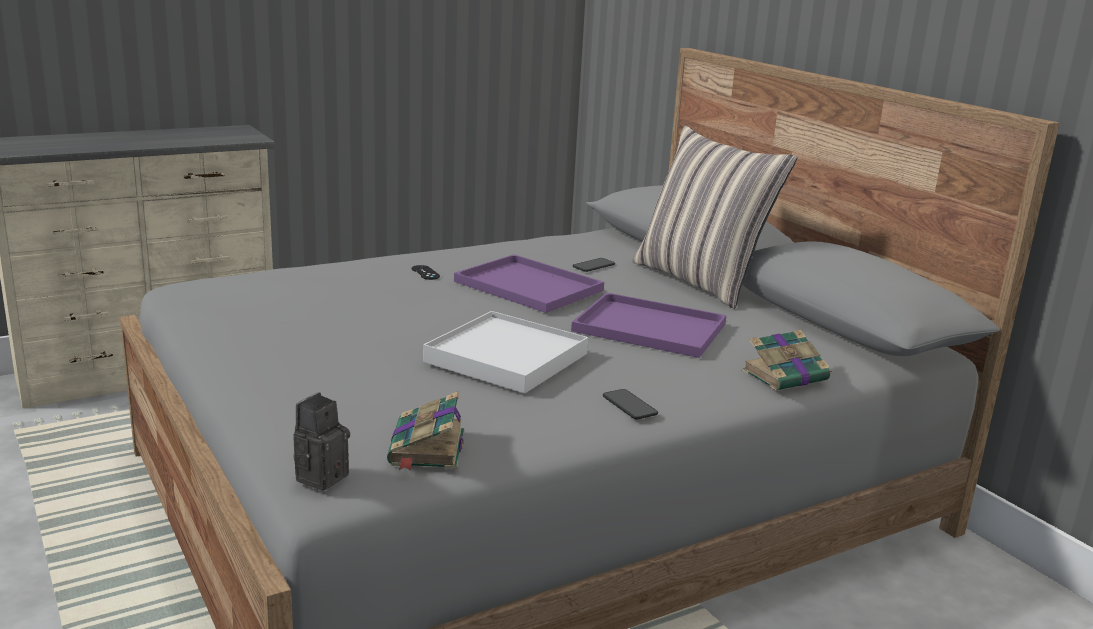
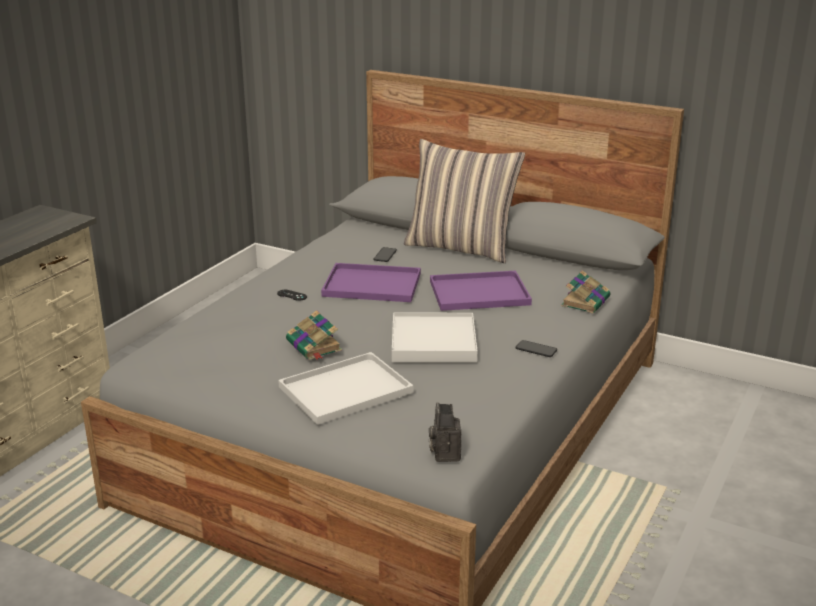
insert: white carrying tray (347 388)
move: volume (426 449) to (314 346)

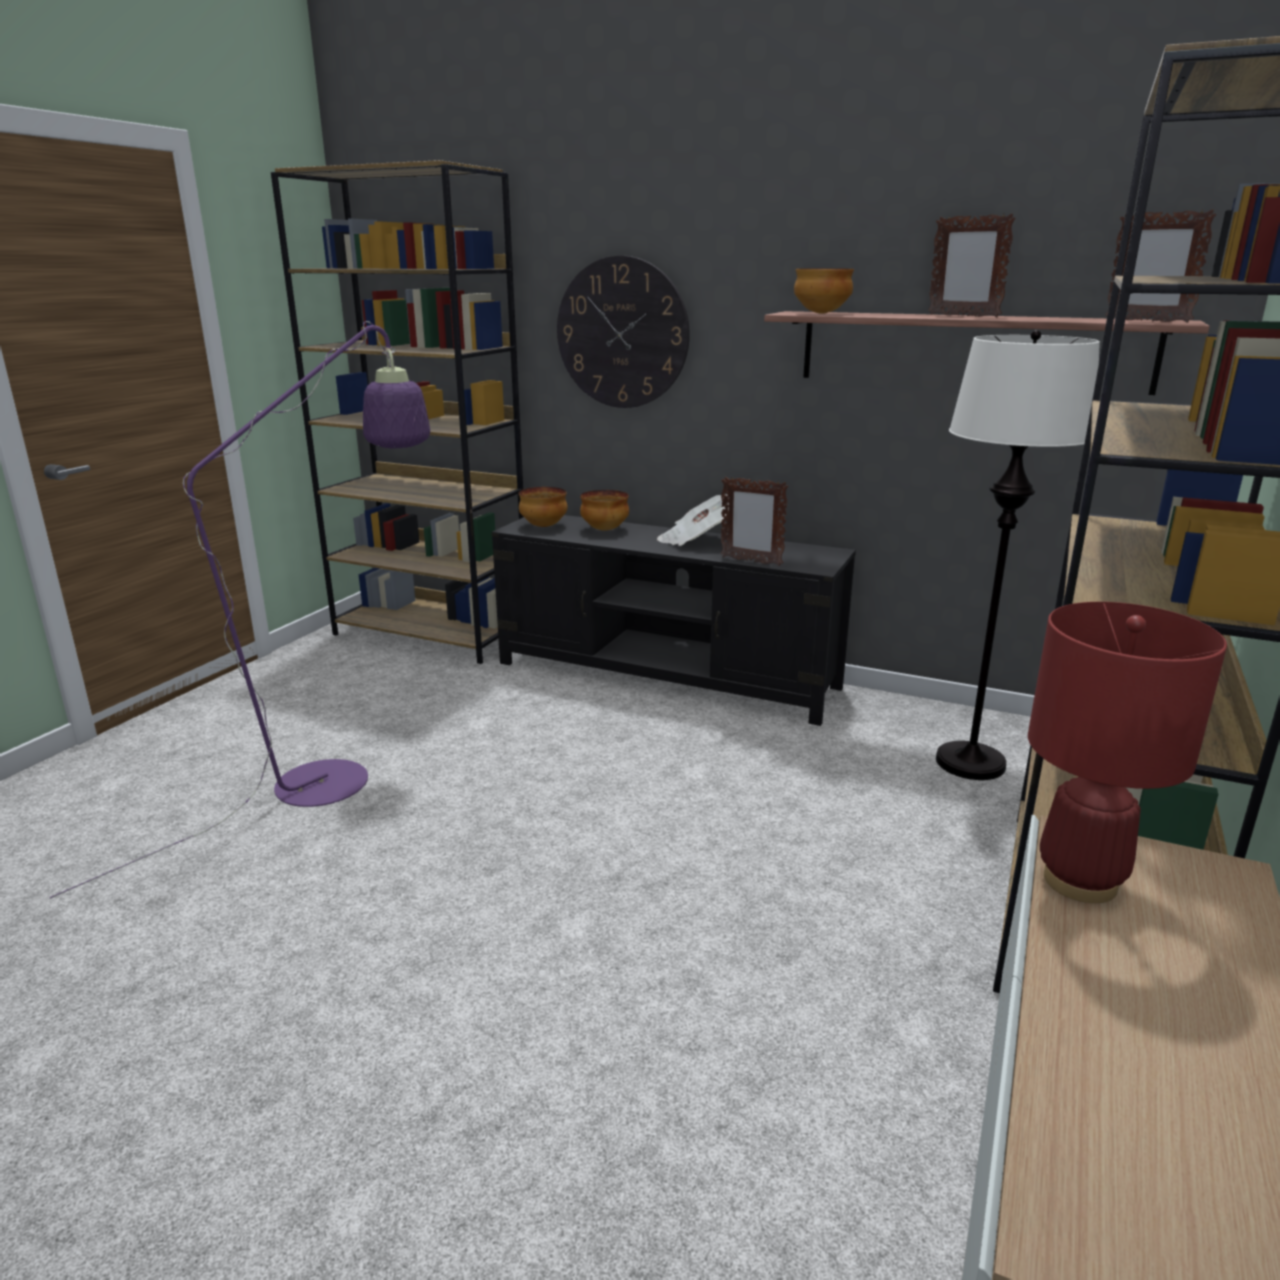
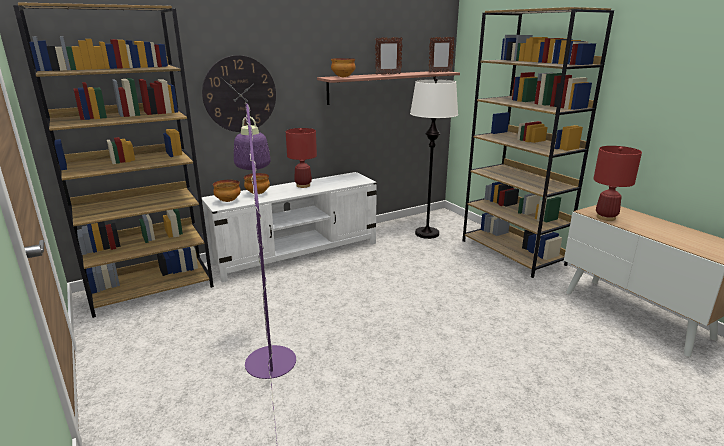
delete: standing frame (750 561)
replace: newspaper (697 540) to reddish lamp for a table (303 185)
recolor: black-coloured tv stand (667 676) to white tv stand (297 253)

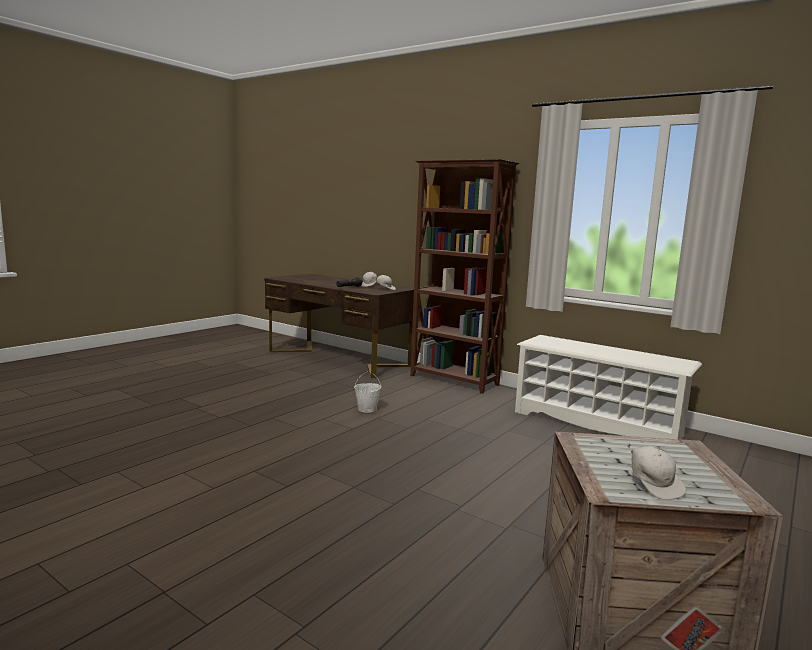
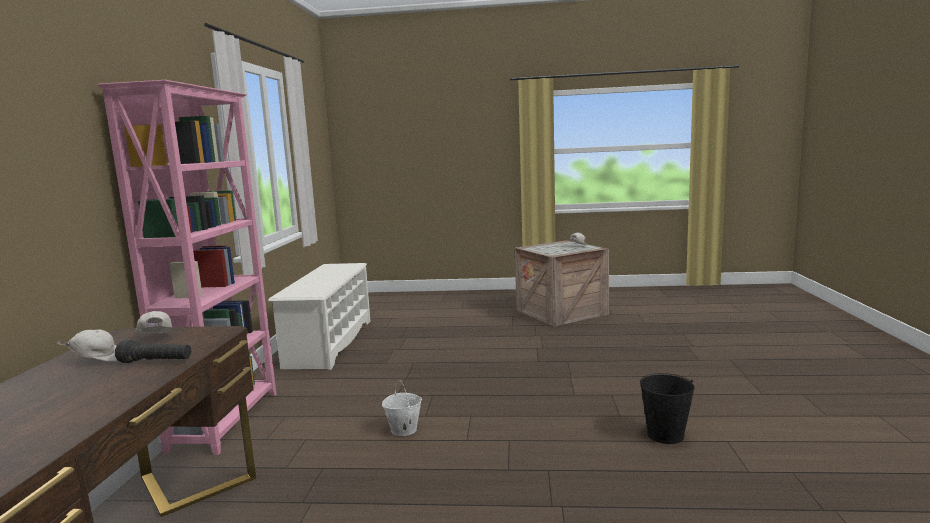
insert: black-coloured pail (665 435)
recolor: brown-coloured bookcase (454 381) to pink-coloured bookcase (227 421)

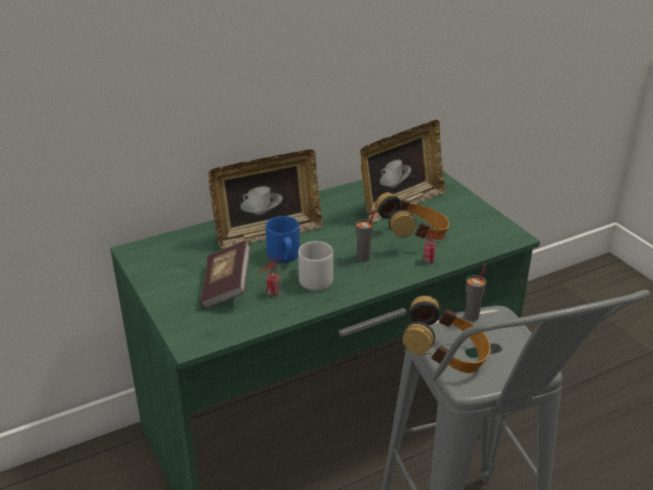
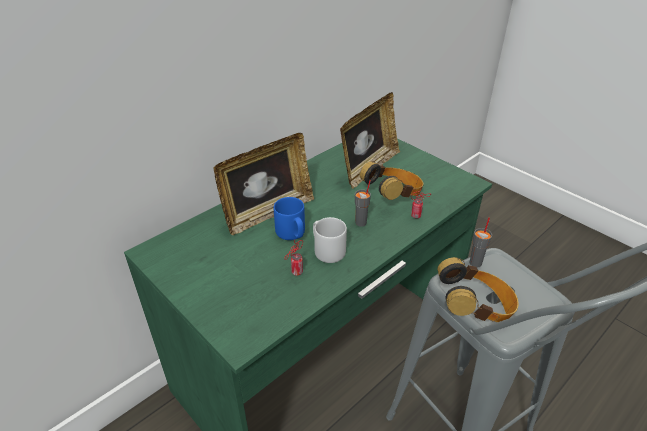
delete: volume (226 287)

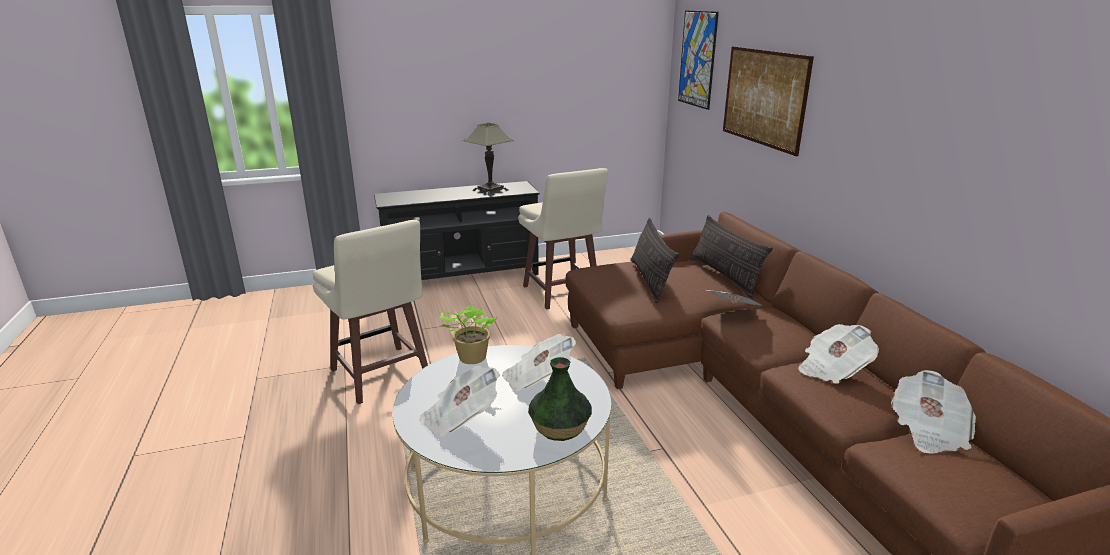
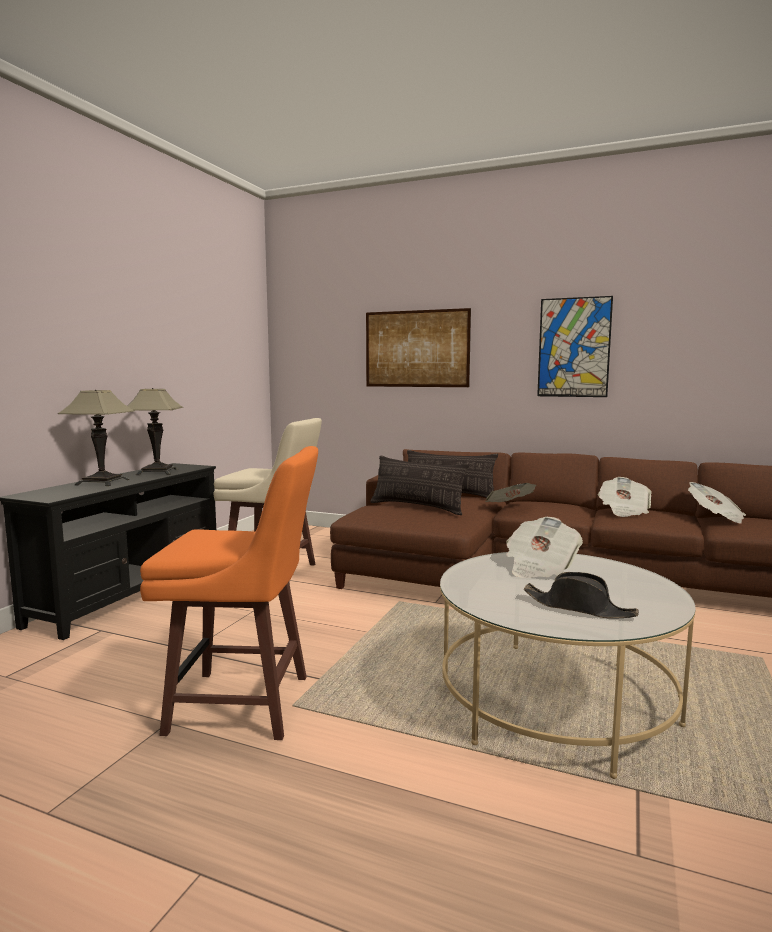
delete: houseplant (470 358); decorative vase (559 428)
insert: lamp for a table (102 482)
move: picture (697 59) to (574 347)
replace: newspaper (460 418) to black-coloured wearable hat (579 608)
recolor: sand-coloured stool seat (381 376) to orange-coloured stool seat (244 705)

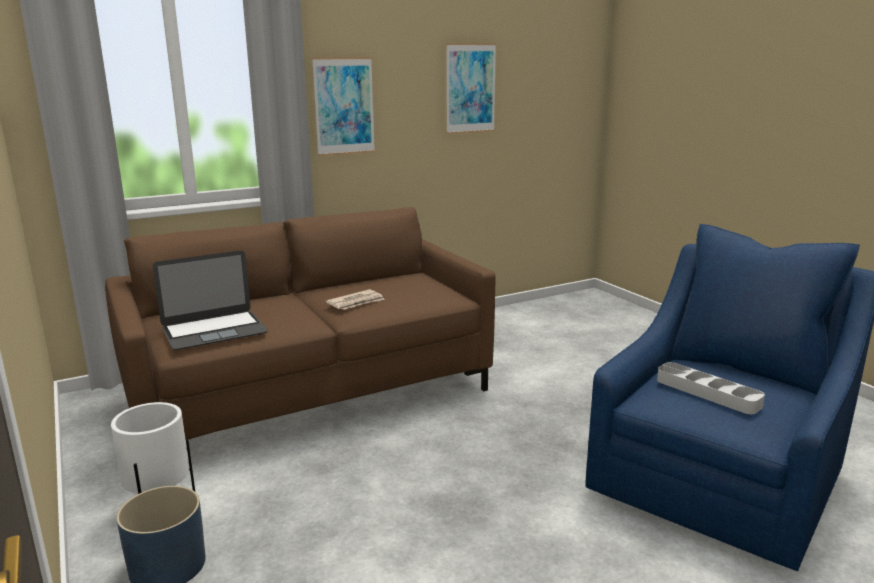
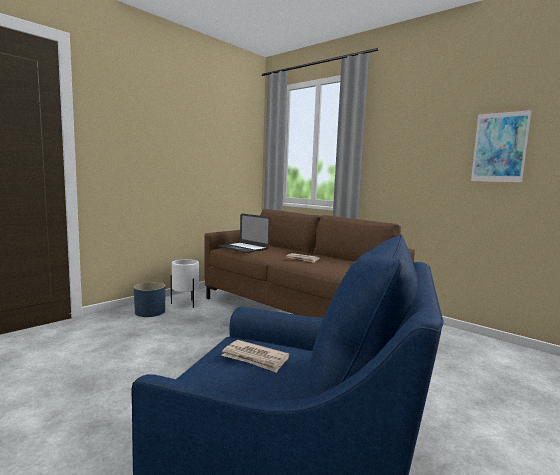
delete: picture (344 106)
replace: gray carrying tray (707 393) to newspaper (255 358)

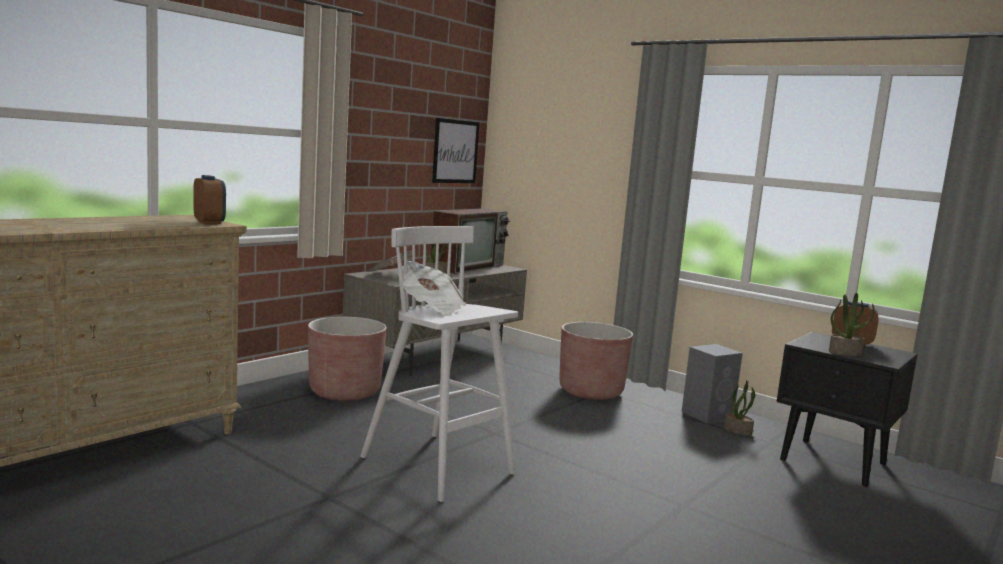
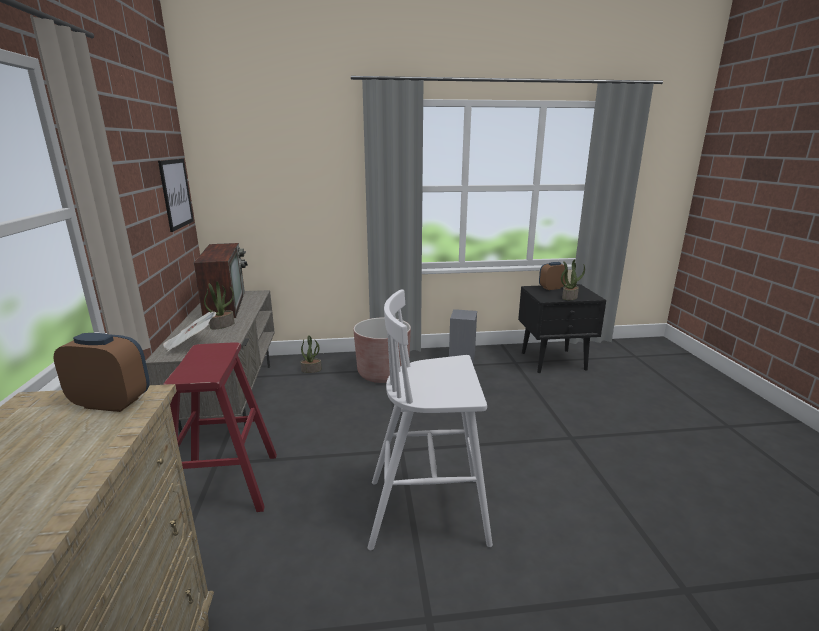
delete: newspaper (430 307)
move: houseplant (738 430) to (311 370)
replace: brown-coloured planter (345 392) to reddish stool seat (225 484)

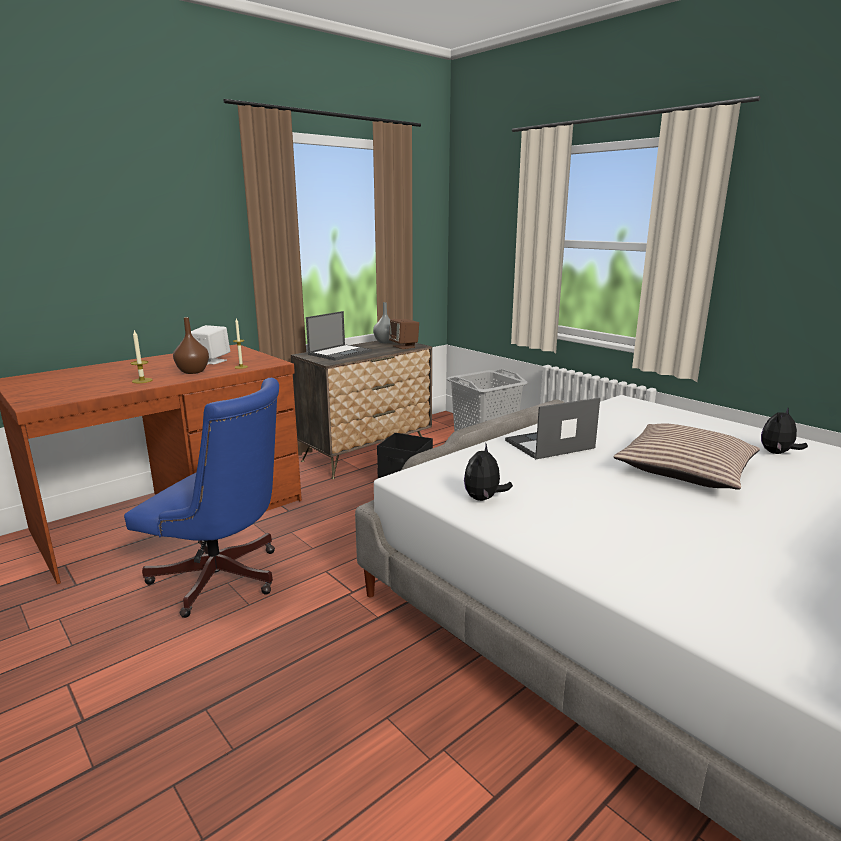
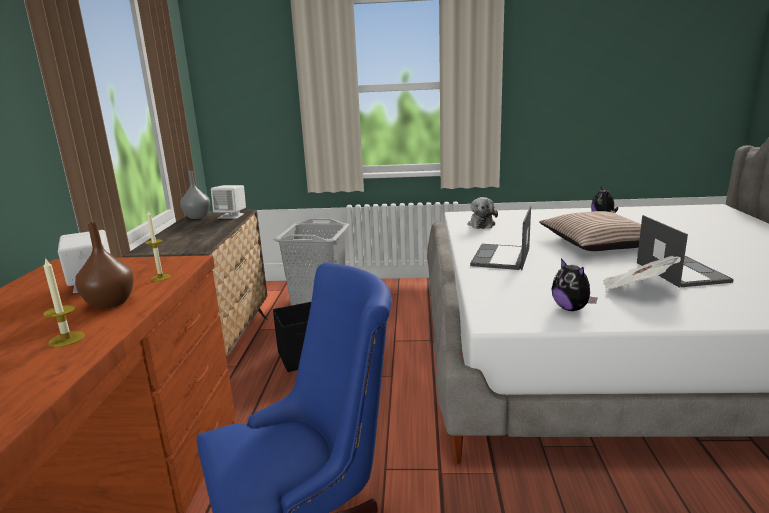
insert: soft toy (481 224); newspaper (635 290)
move: laptop (340 353) to (680 272)
recolor: brown-coloured audio speaker (404 346) to white audio speaker (231 216)

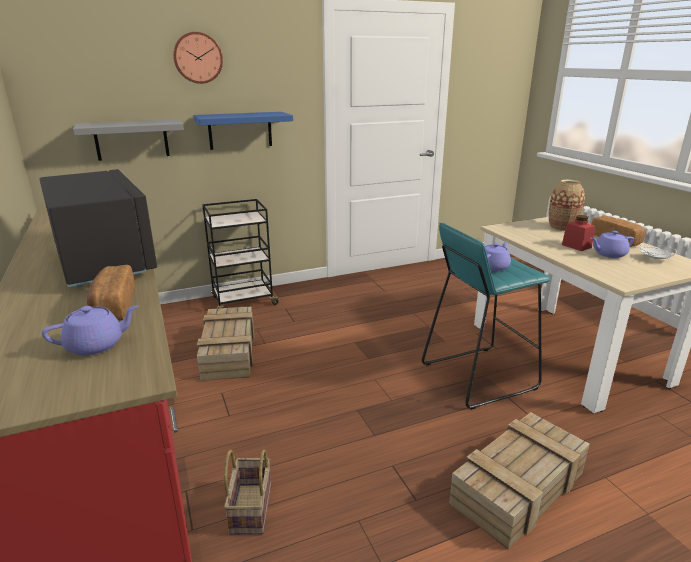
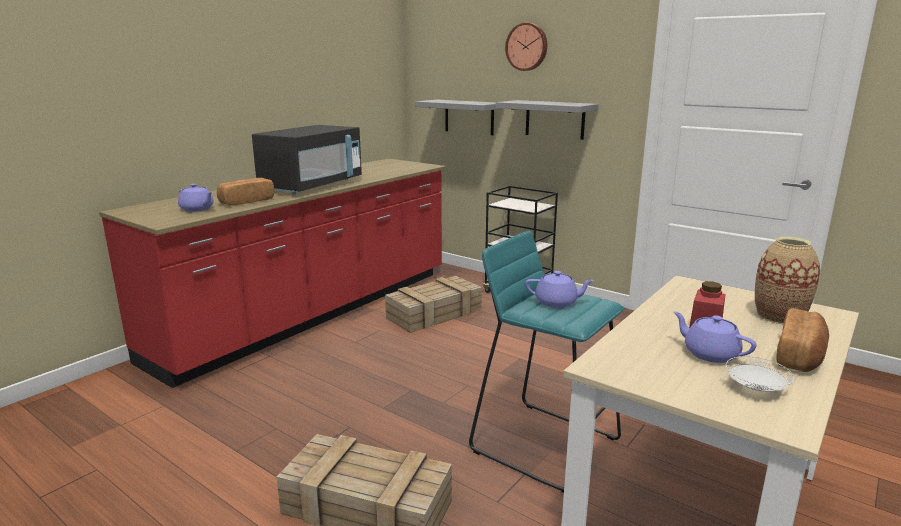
delete: household basket (250 507)
recolor: bluish wall shelf (240 130) to gray wall shelf (554 119)

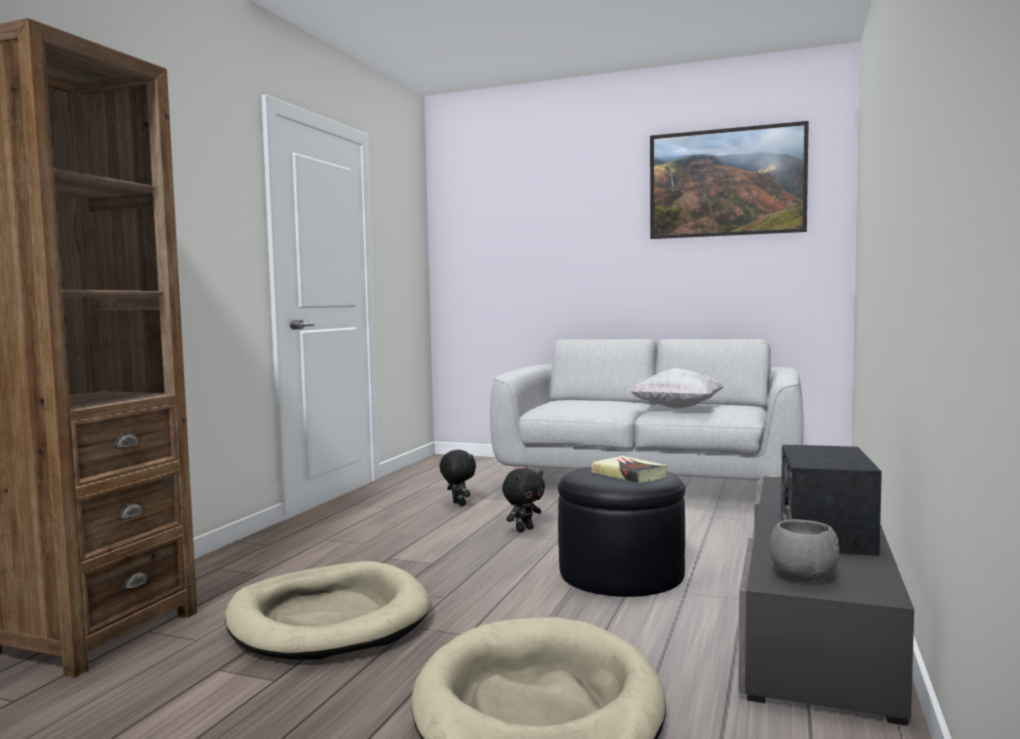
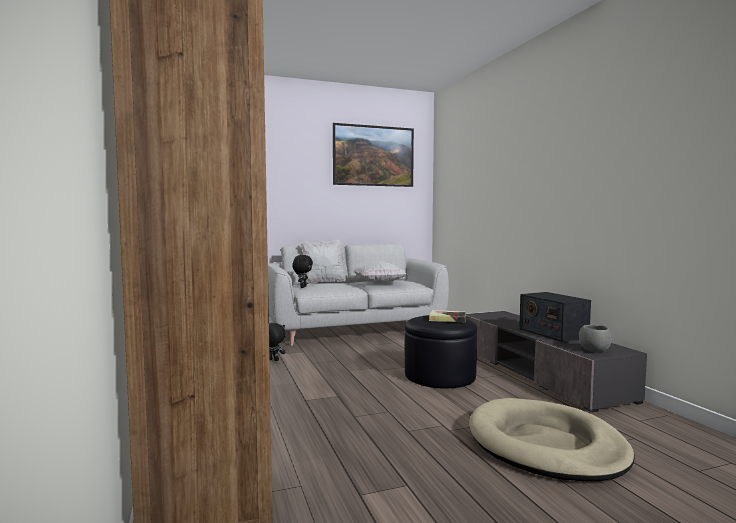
delete: sand-coloured pet bed (328 619)
insert: white pillow (324 282)
move: black-coloured soft toy (524 529) to (302 287)

